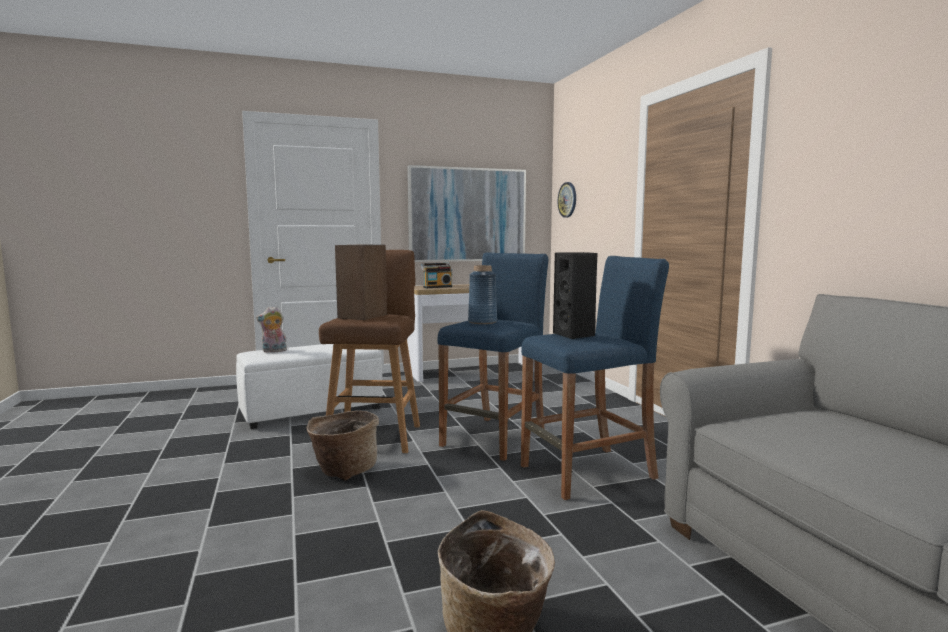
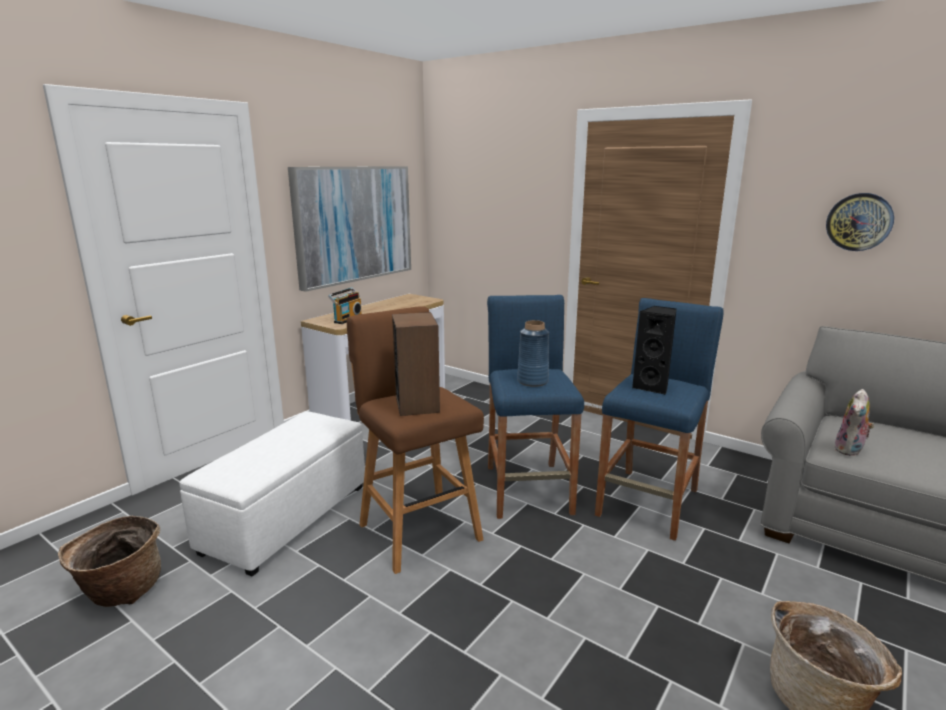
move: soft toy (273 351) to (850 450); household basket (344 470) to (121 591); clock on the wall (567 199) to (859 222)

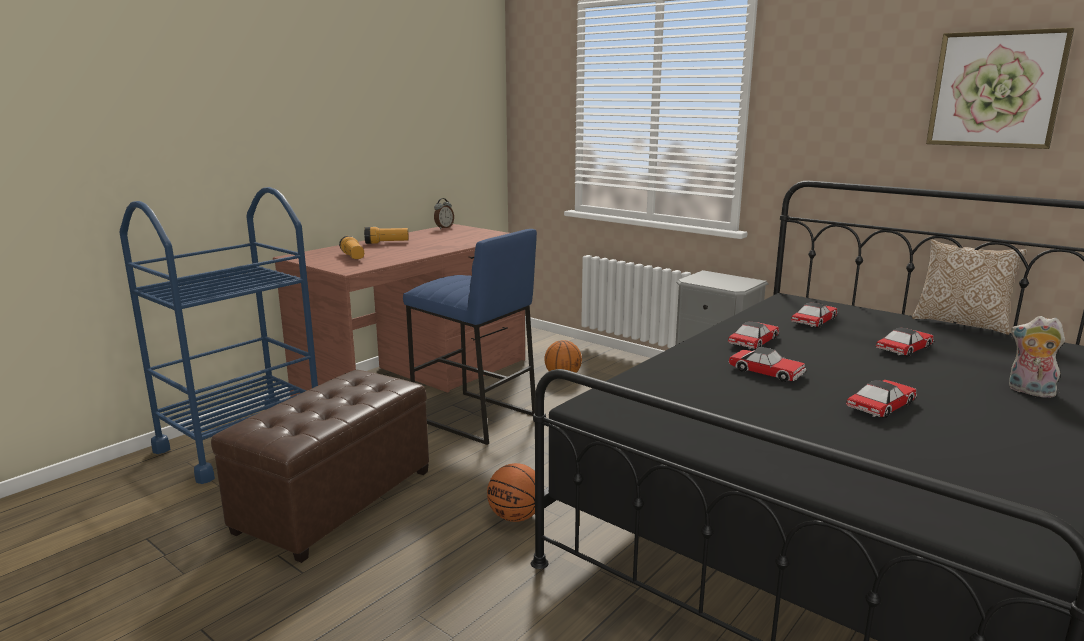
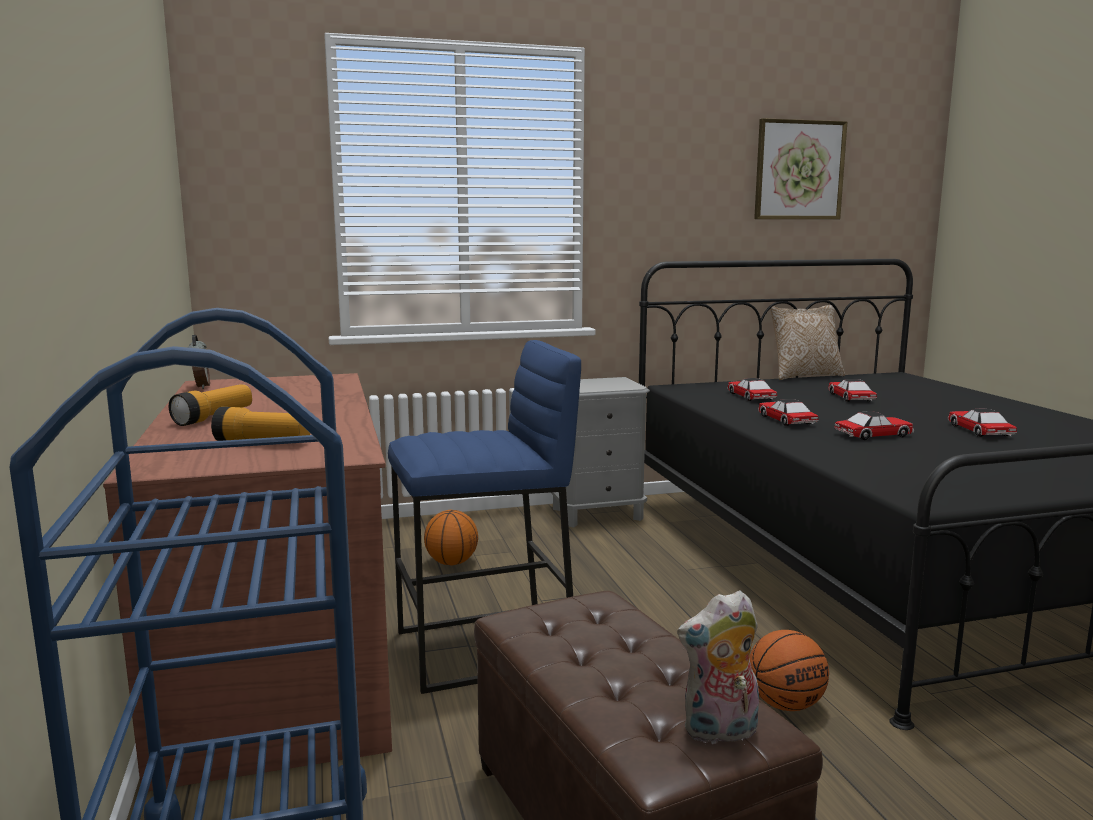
move: soft toy (1029 392) to (720 733)

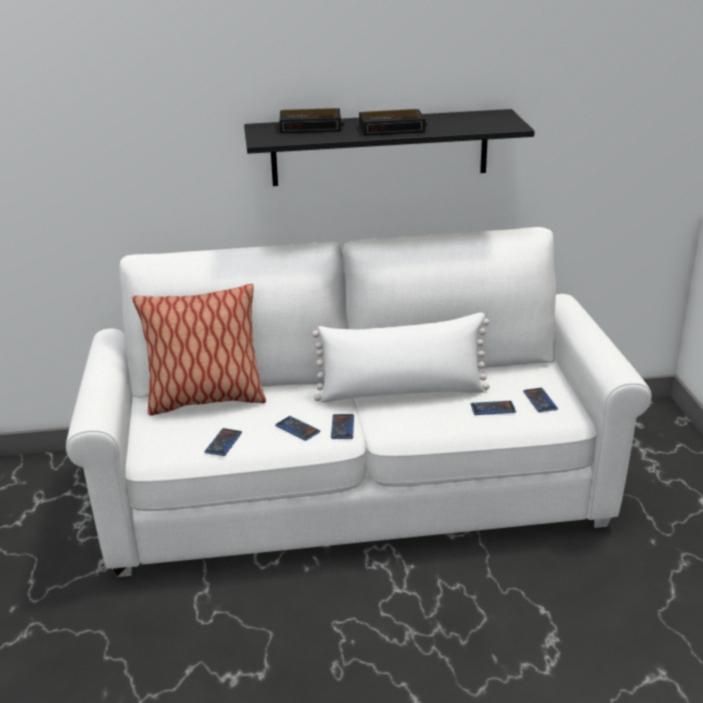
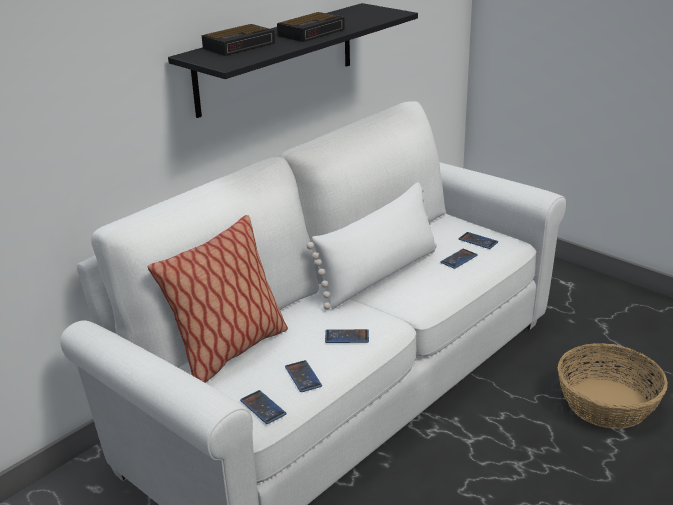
insert: household basket (607 403)
move: phone (342 427) to (263 407)

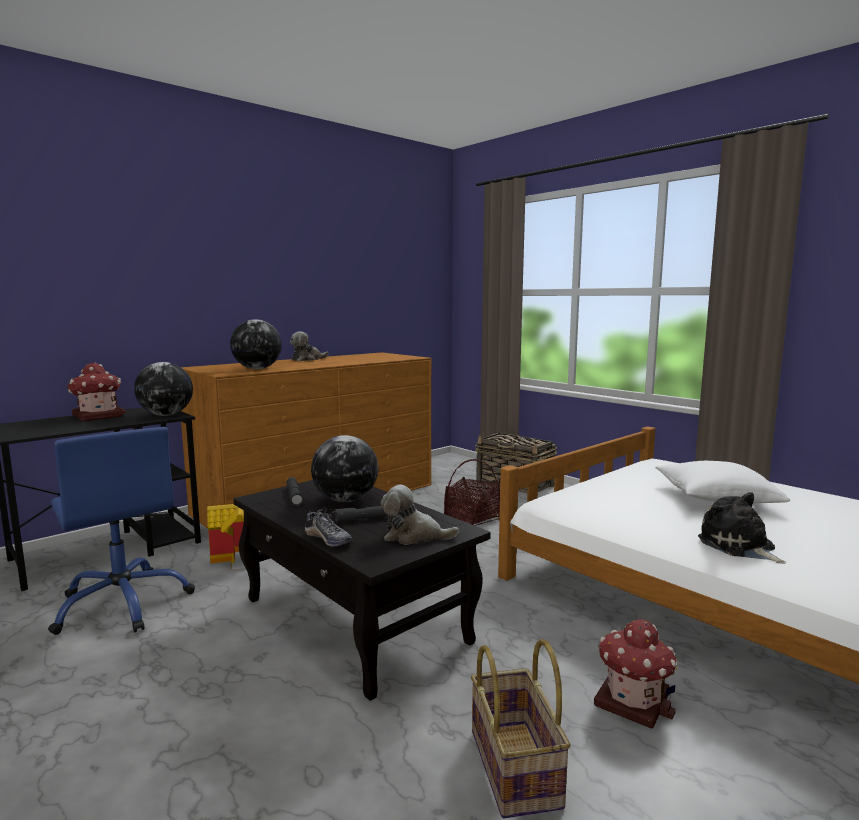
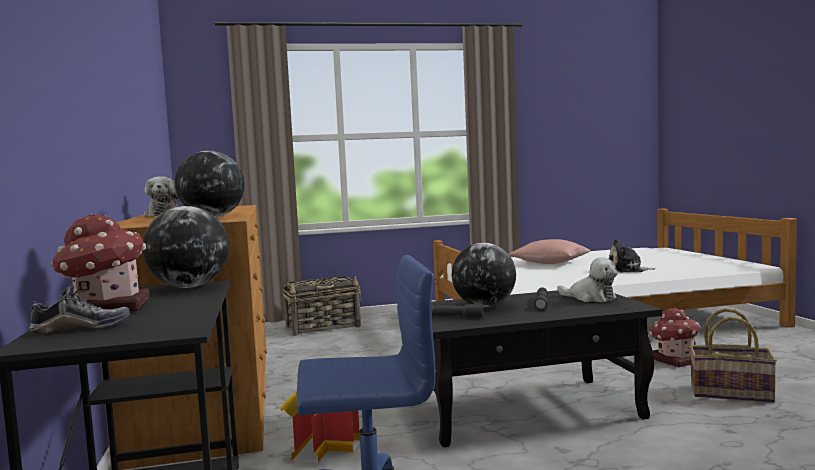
delete: household basket (472 519)
move: shoe (328 539) to (81 328)
recolor: white pillow (715 498) to pink-coloured pillow (549 263)
rotate: soft toy (414 536) = (590 298) 90 degrees counterclockwise

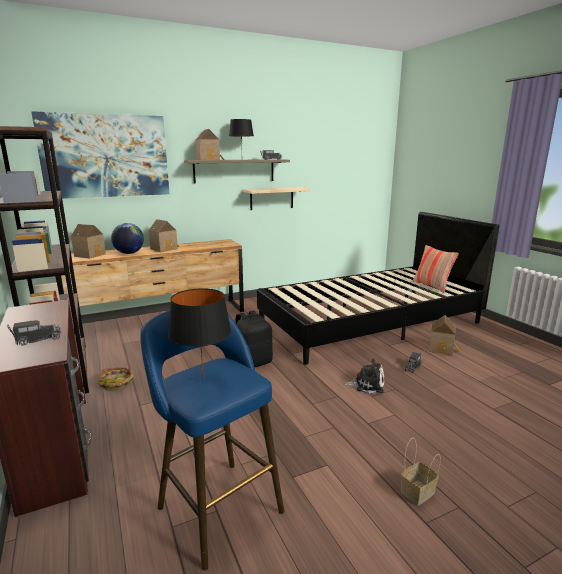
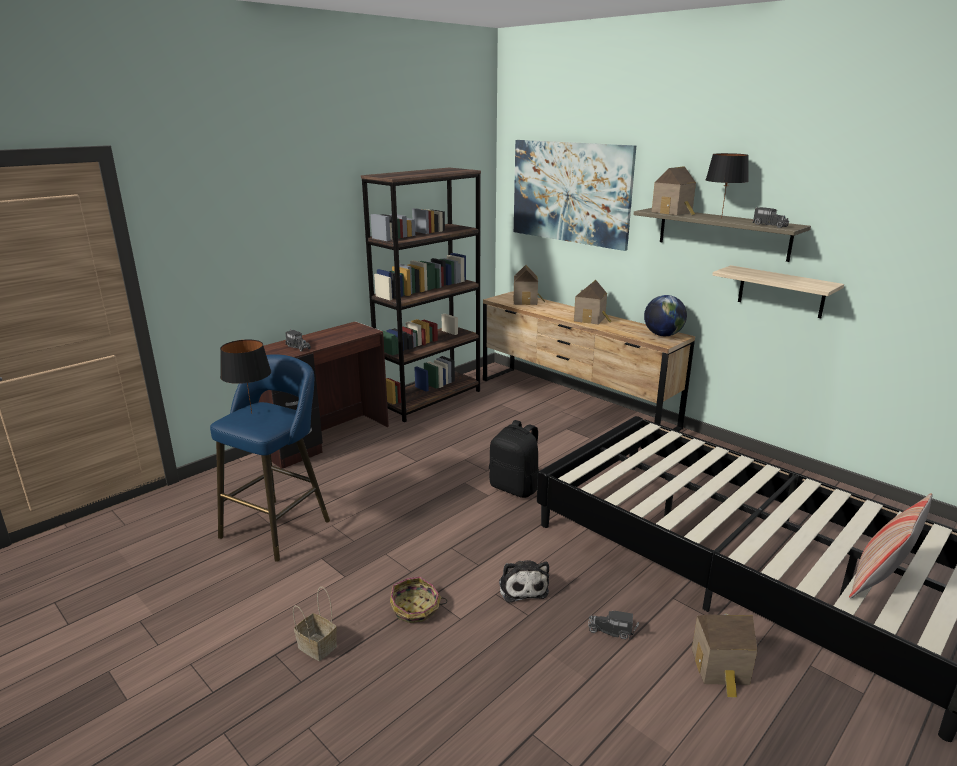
move: household basket (117 383) to (416 609); world globe (129 253) to (663 335)

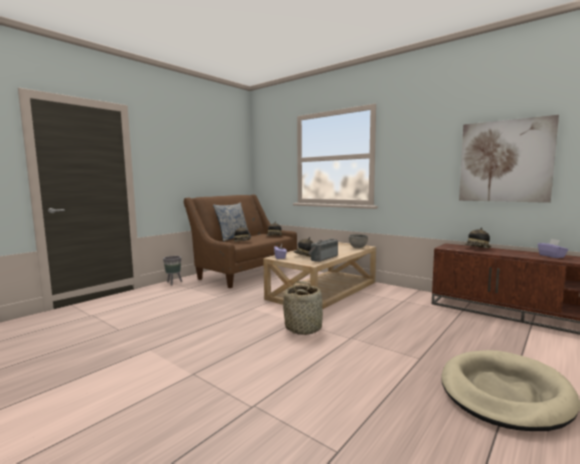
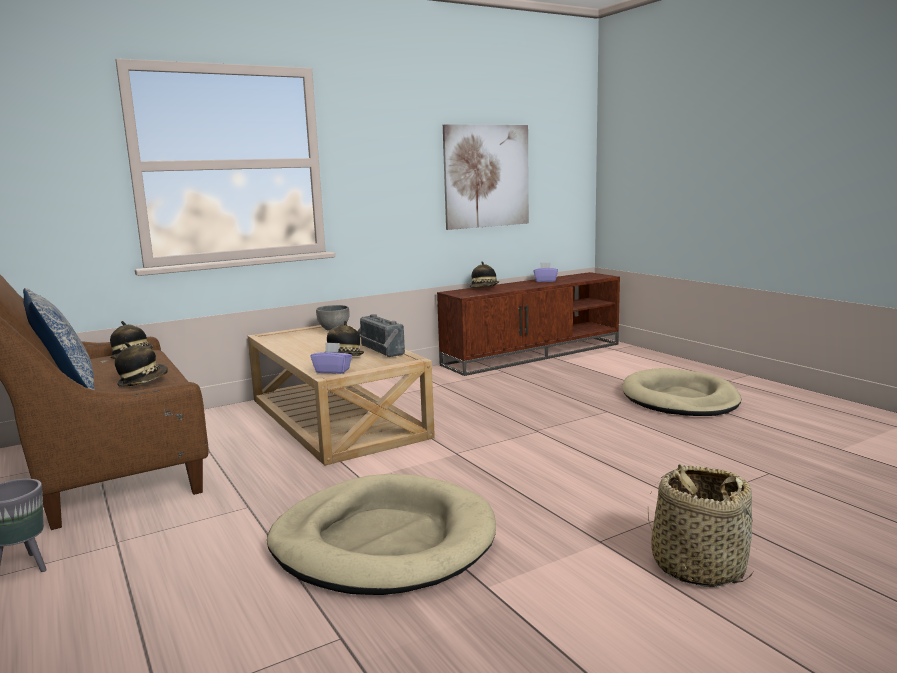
insert: sand-coloured pet bed (383 541)
move: household basket (303 328) to (697 566)

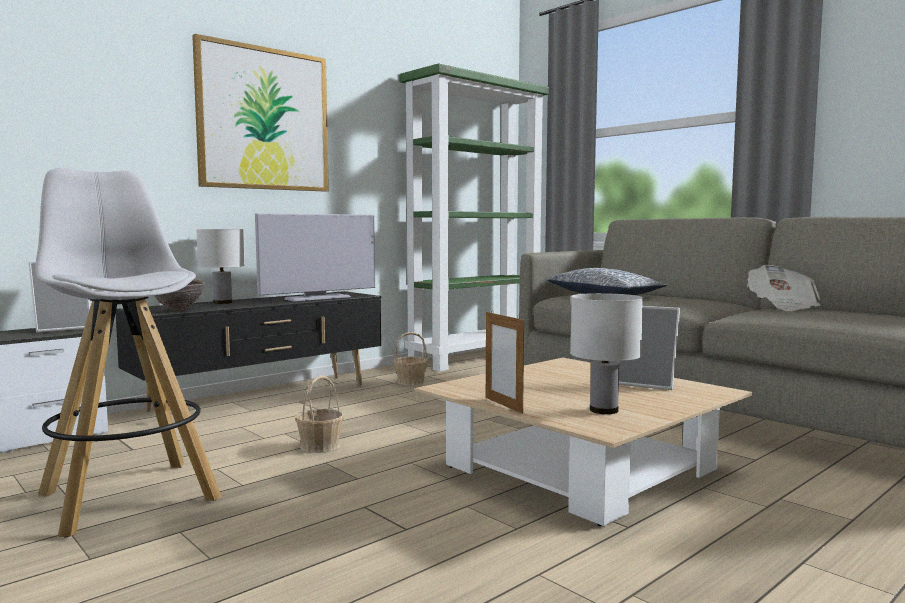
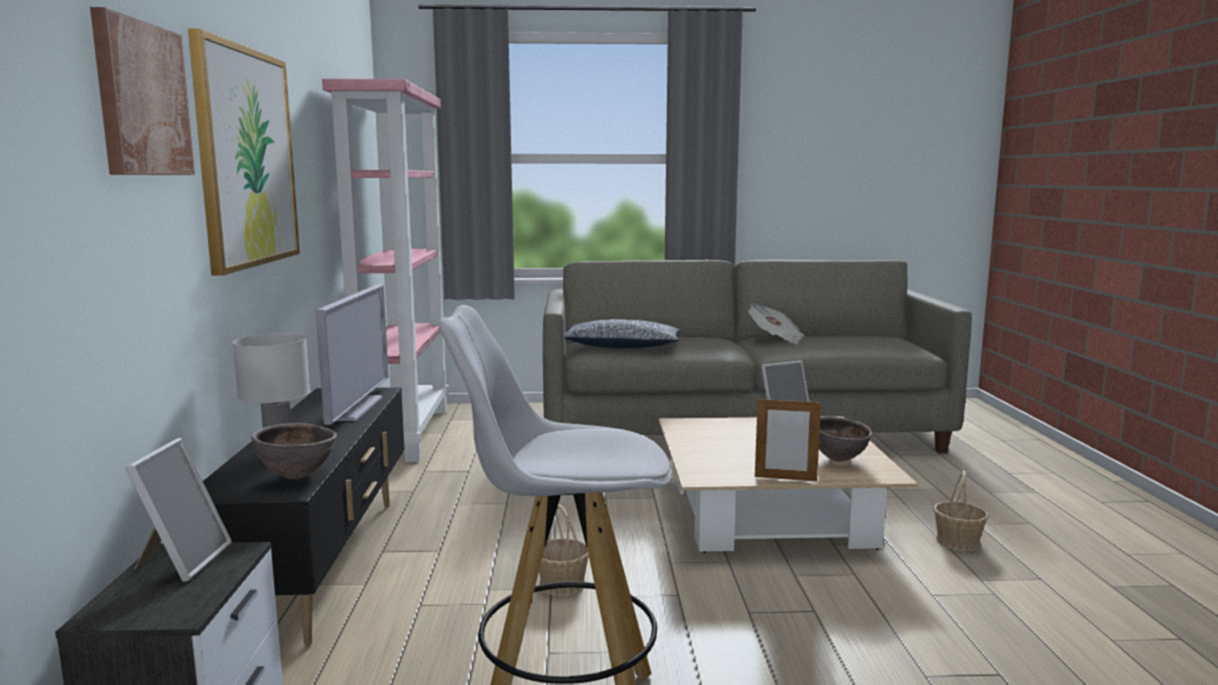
insert: picture (141 99)
move: household basket (411 382) to (958 542)
replace: white lamp for a table (604 410) to brown-coloured serving bowl (838 460)
recolor: greenish bookcase (476 357) to pink-coloured bookcase (404 433)

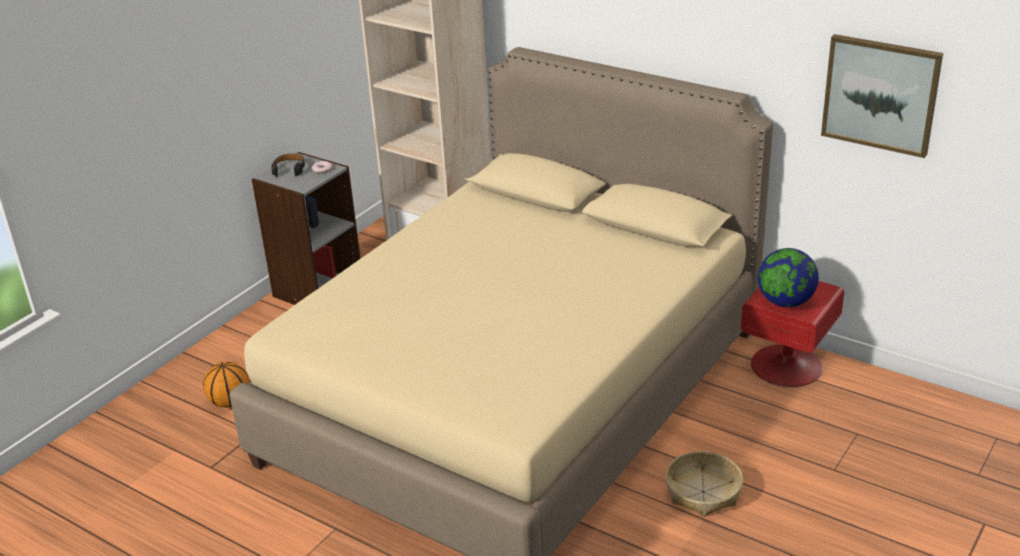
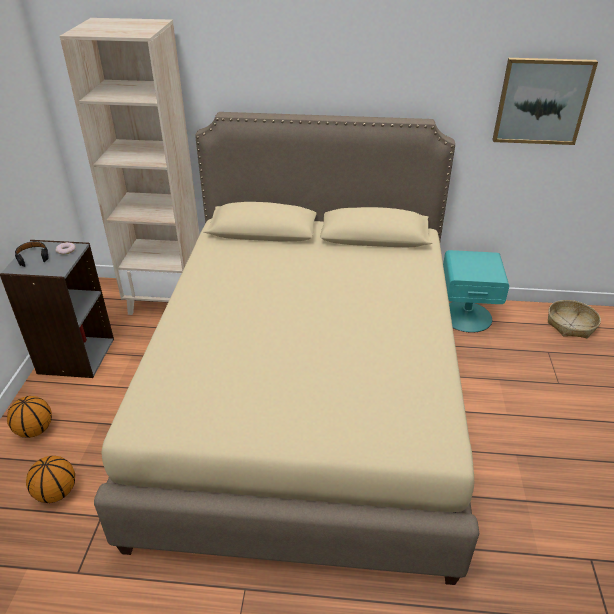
delete: world globe (785 302)
insert: basketball ball (35 429)
move: household basket (703 492) to (570 325)
recolor: reddish night table (787 365) to blue-green night table (466 316)

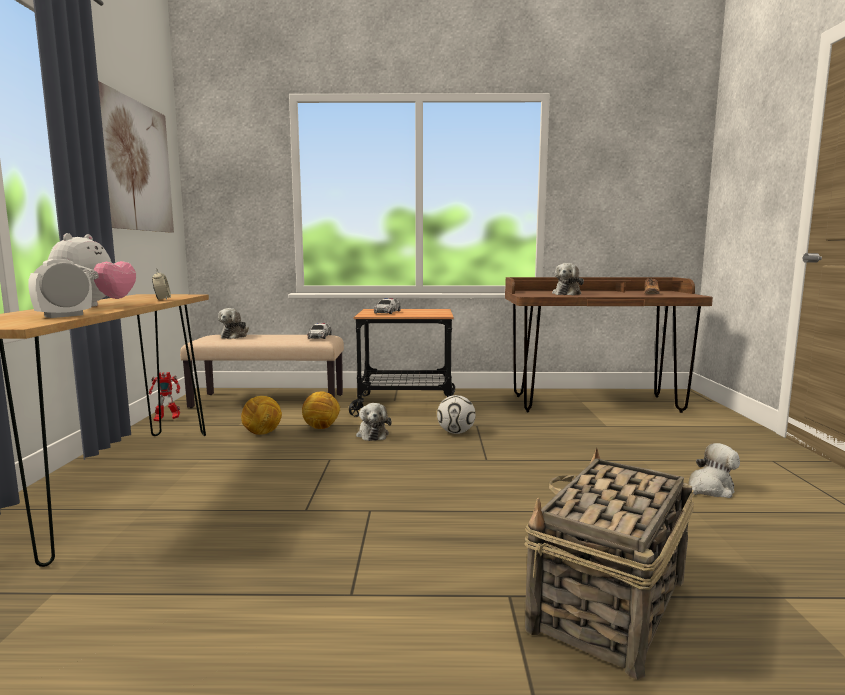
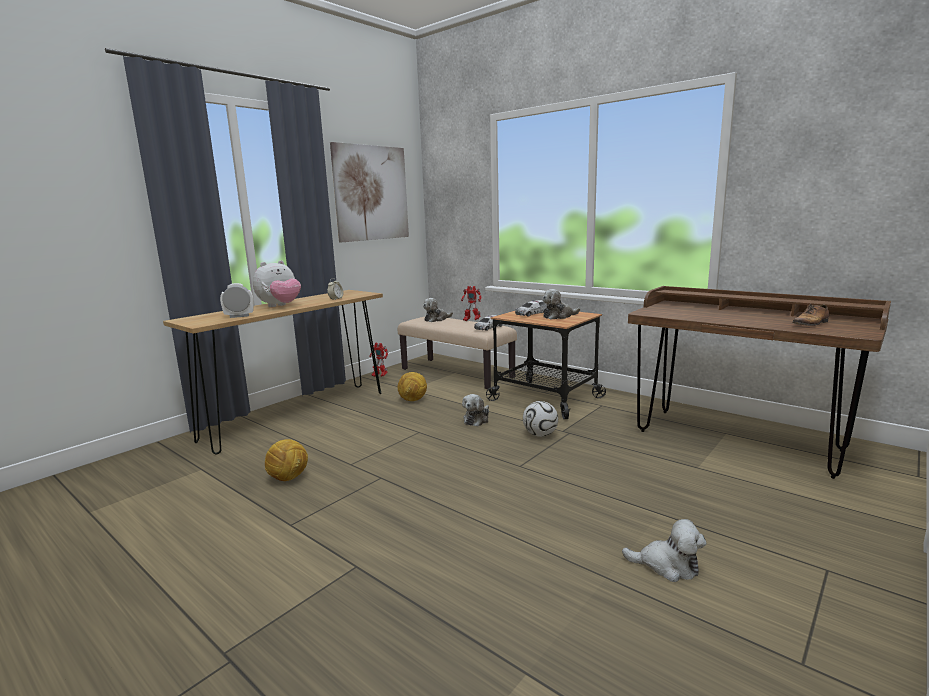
delete: household basket (607 606)
insert: robot figure (471 320)
move: football ball (321 427) to (289 478); soft toy (567 294) to (559 316)

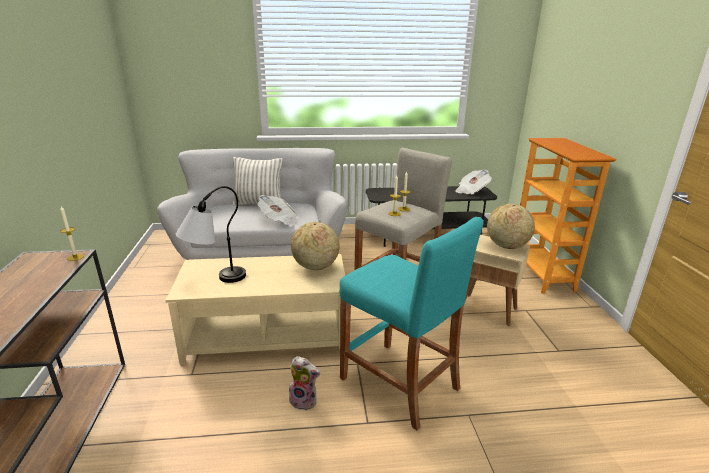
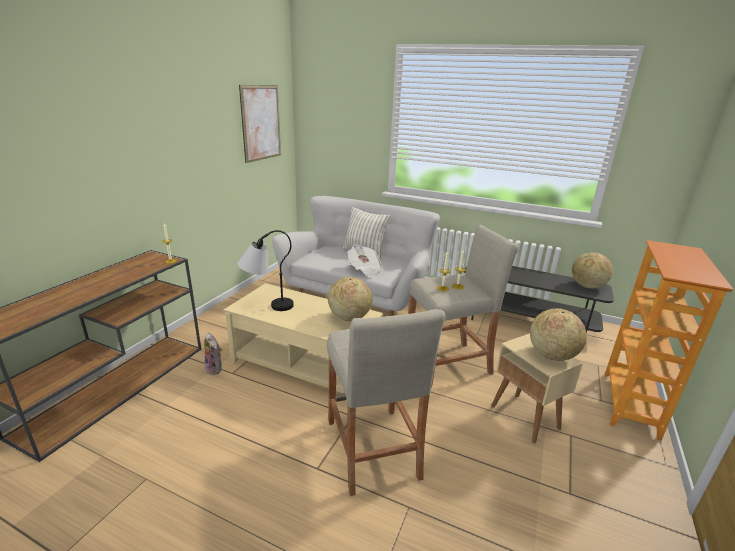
insert: picture (261 123)
move: soft toy (304 400) to (215 369)
replace: newspaper (471 191) to world globe (587 286)
recolor: blue-green stool seat (399 383) to sand-coloured stool seat (372 448)

